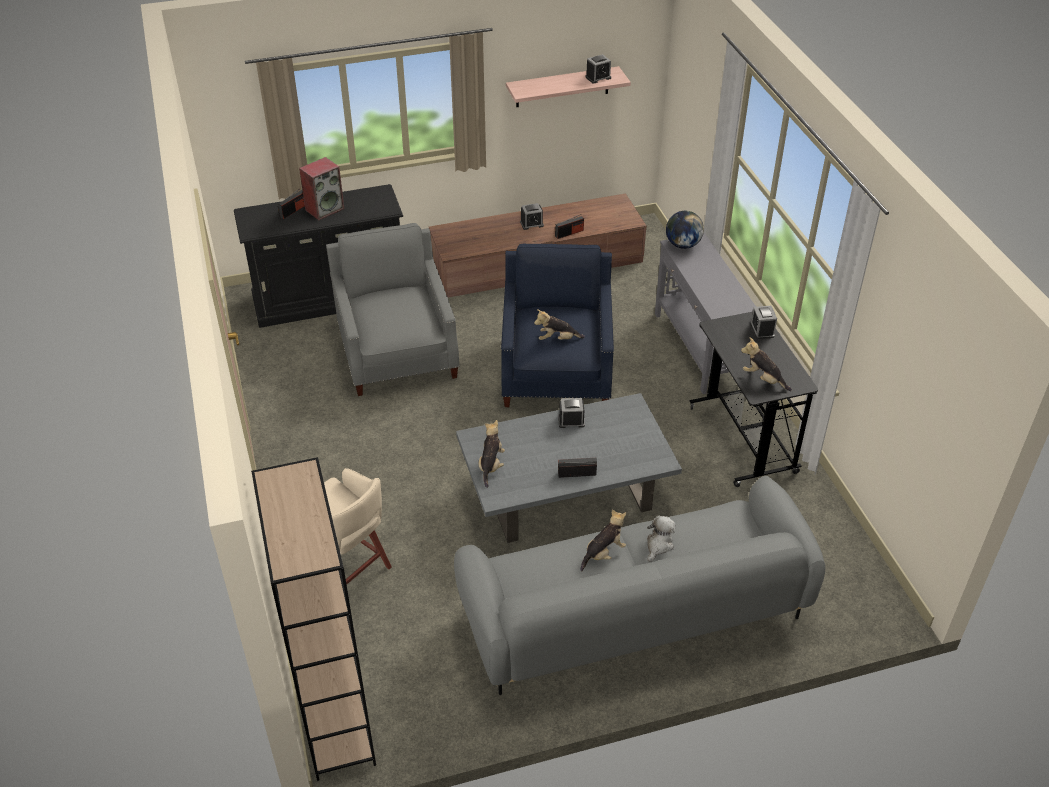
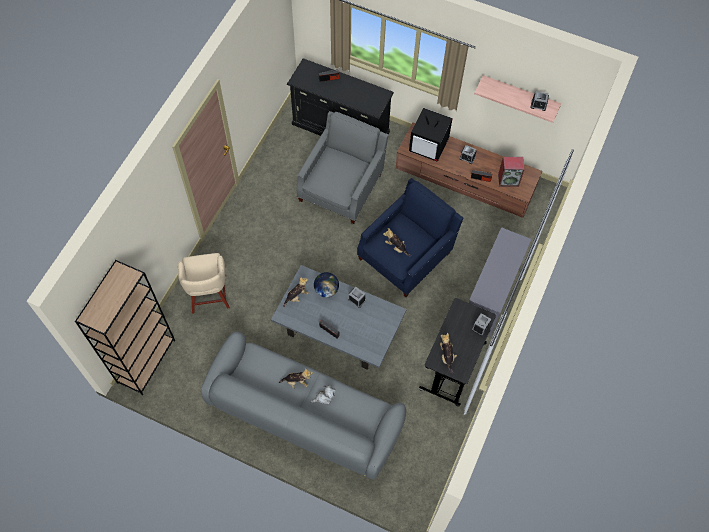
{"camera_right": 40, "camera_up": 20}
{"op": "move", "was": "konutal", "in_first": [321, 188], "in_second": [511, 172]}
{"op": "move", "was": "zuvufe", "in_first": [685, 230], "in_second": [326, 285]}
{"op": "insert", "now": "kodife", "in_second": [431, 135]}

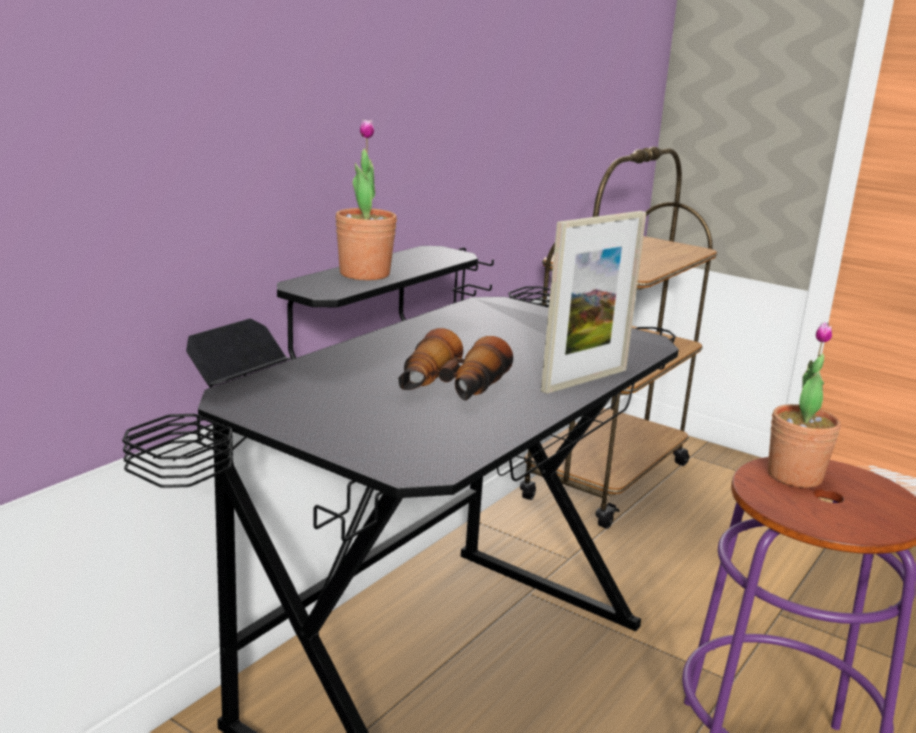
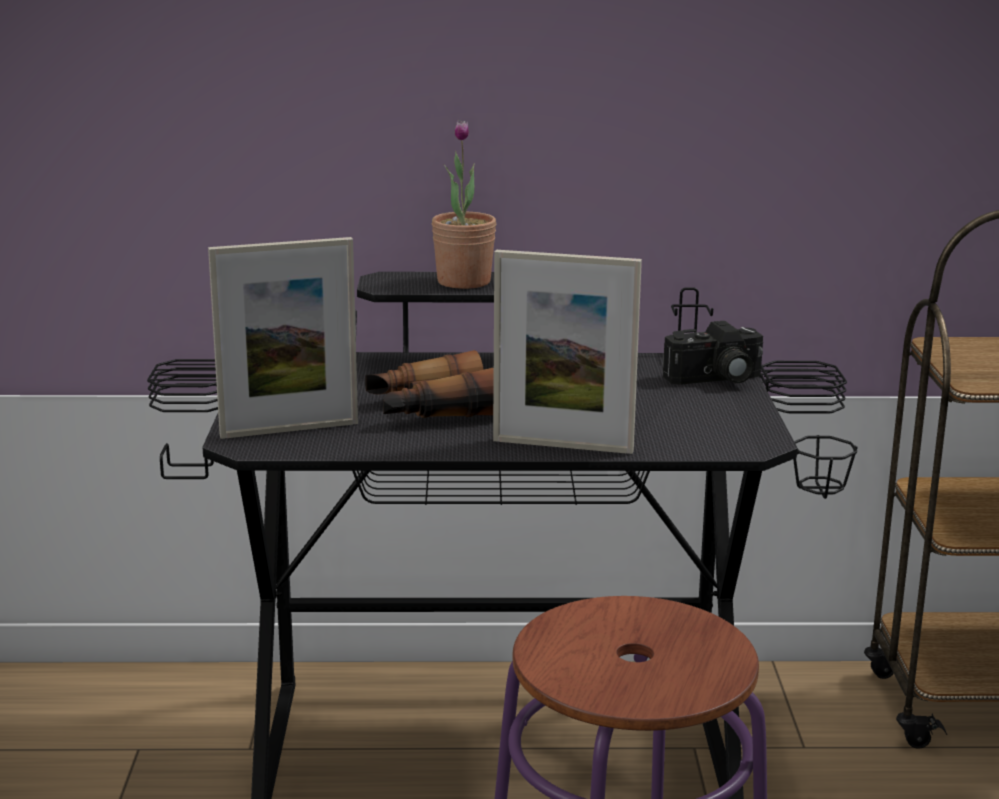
{"camera_right": 55, "camera_up": 0}
{"op": "delete", "was": "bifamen", "in_first": [804, 405]}
{"op": "insert", "now": "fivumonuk", "in_second": [283, 338]}
{"op": "insert", "now": "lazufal", "in_second": [713, 352]}

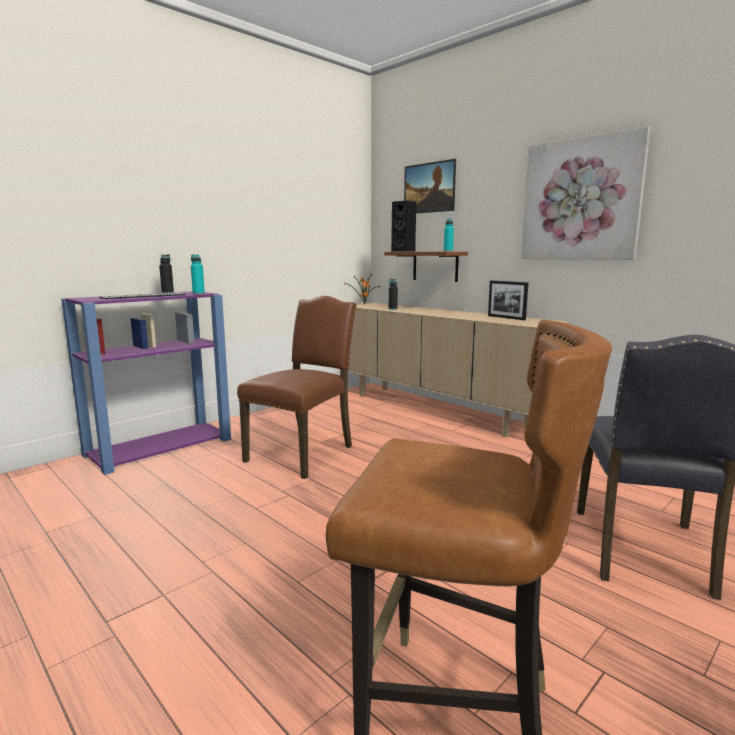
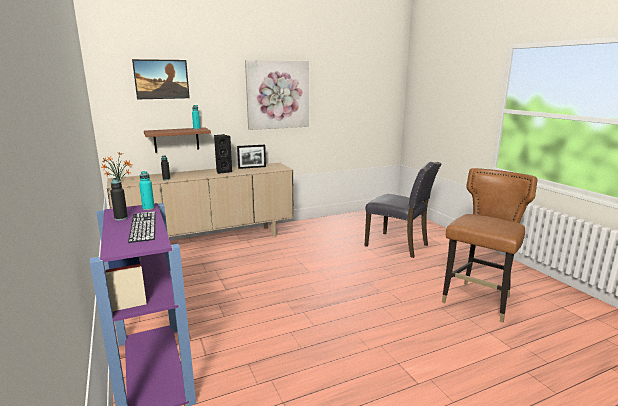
{"camera_right": -70, "camera_up": 5}
{"op": "delete", "was": "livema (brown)", "in_first": [297, 387]}
{"op": "move", "was": "konutal (black)", "in_first": [403, 226], "in_second": [223, 154]}

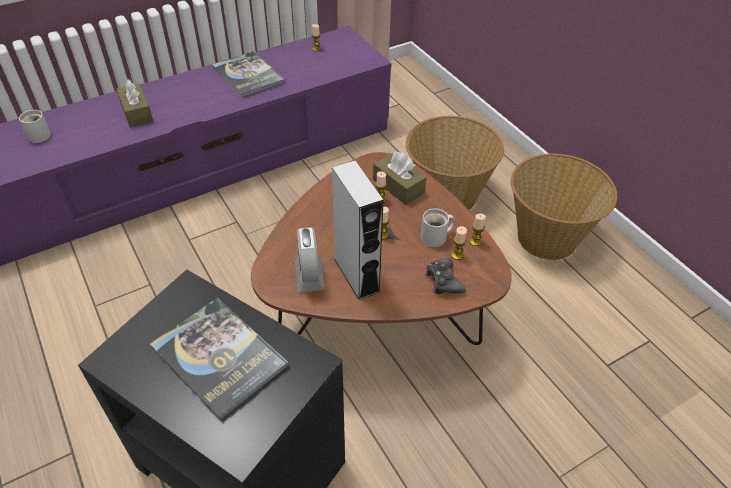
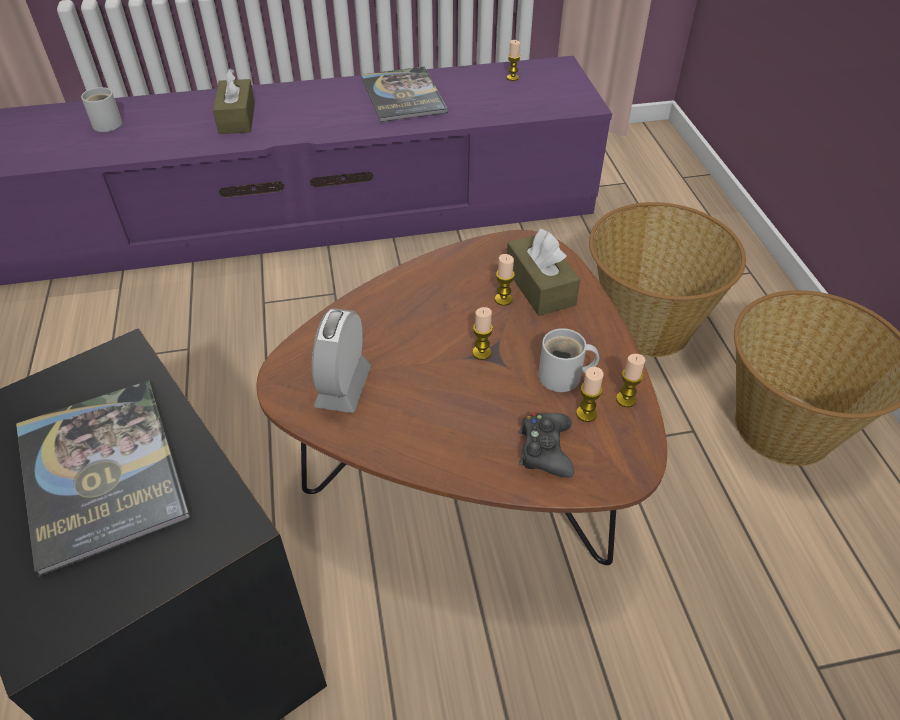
{"camera_right": 20, "camera_up": 0}
{"op": "delete", "was": "konutal (grey)", "in_first": [357, 230]}

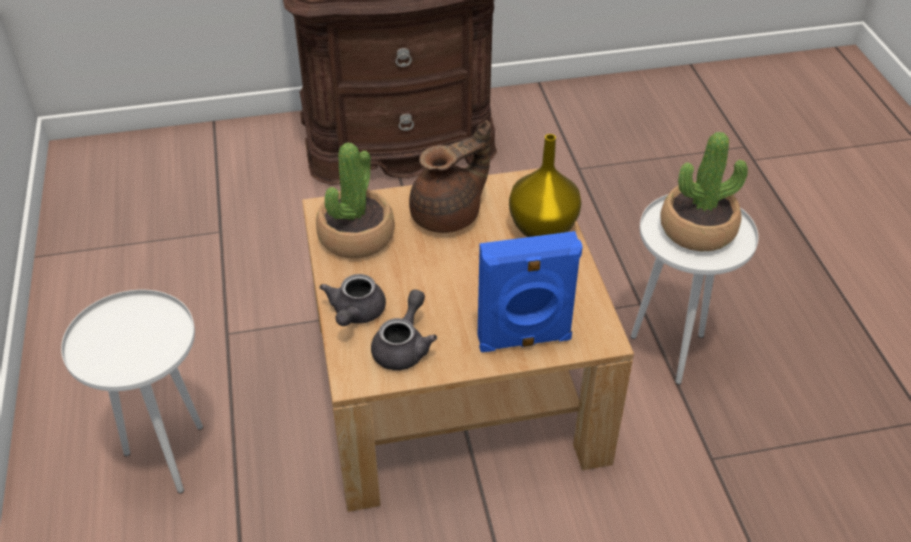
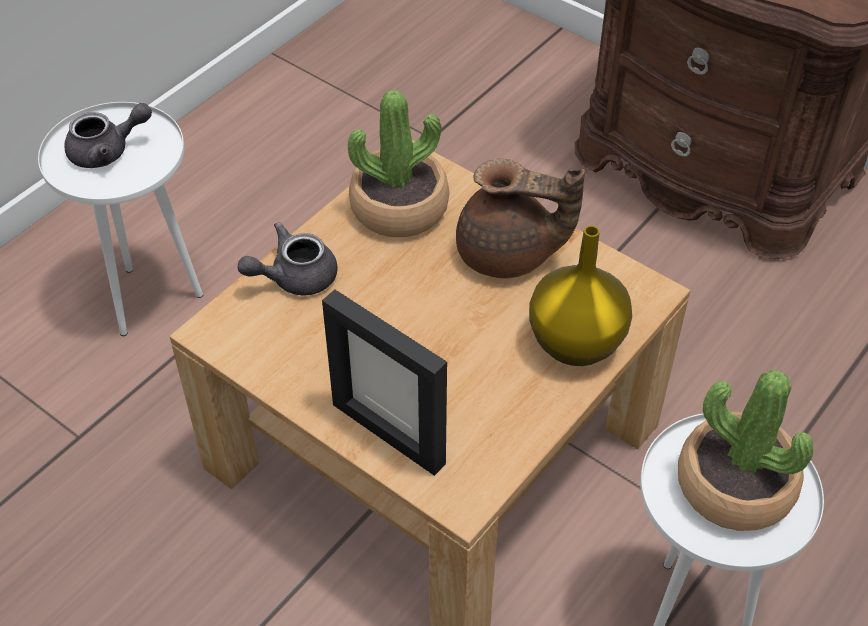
{"camera_right": 50, "camera_up": 5}
{"op": "move", "was": "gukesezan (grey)", "in_first": [404, 329], "in_second": [108, 135]}
{"op": "replace", "was": "konutal (blue)", "now": "fivumonuk", "in_first": [530, 291], "in_second": [384, 382]}

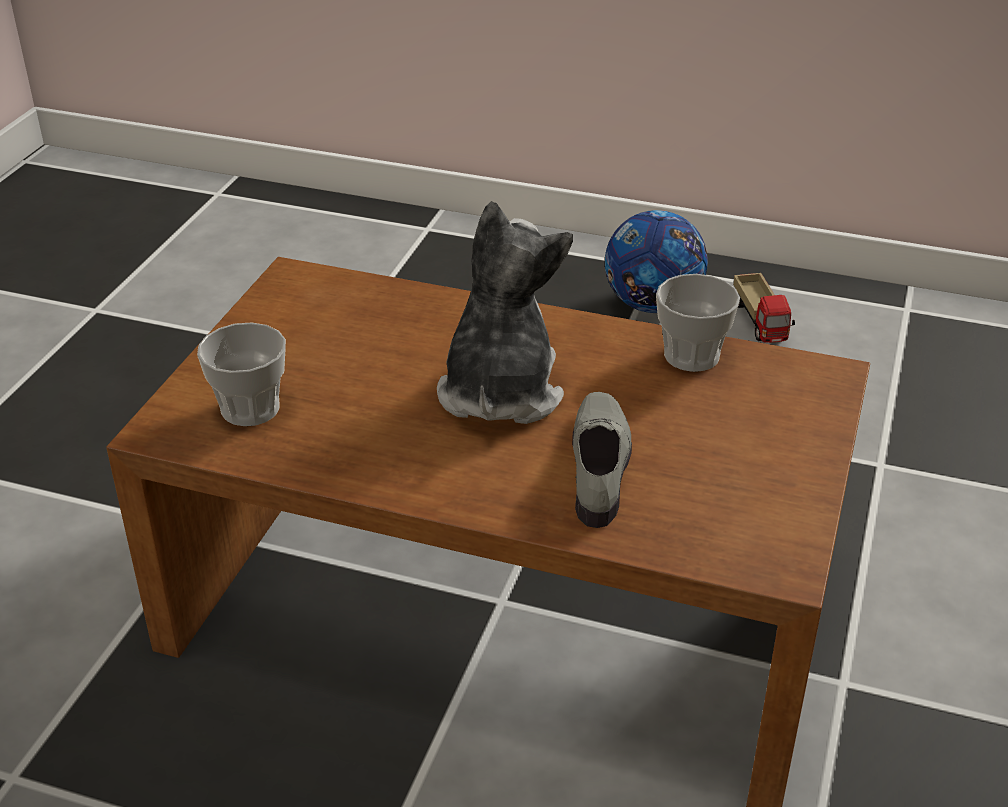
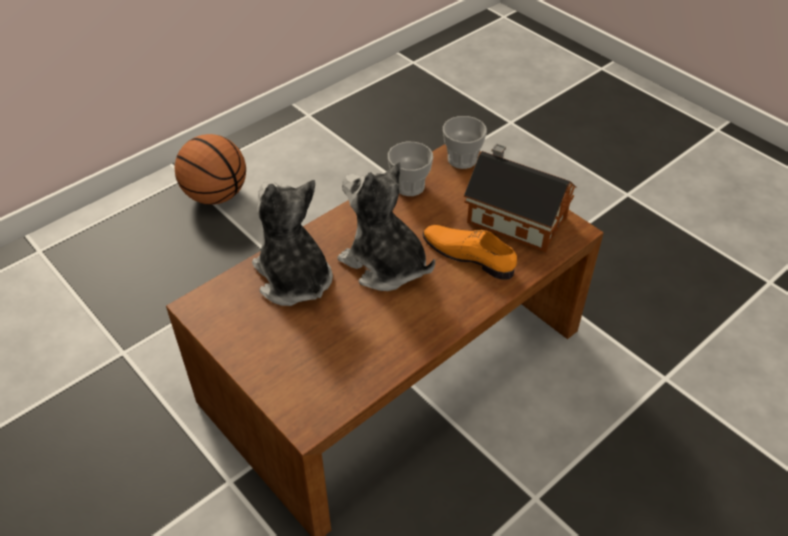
{"camera_right": -60, "camera_up": 10}
{"op": "move", "was": "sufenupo", "in_first": [241, 374], "in_second": [465, 142]}
{"op": "recolor", "was": "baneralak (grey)", "now": "baneralak (orange)", "in_first": [602, 460], "in_second": [470, 252]}
{"op": "replace", "was": "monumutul", "now": "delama", "in_first": [656, 261], "in_second": [210, 169]}
{"op": "delete", "was": "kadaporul", "in_first": [764, 308]}
{"op": "insert", "now": "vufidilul", "in_second": [292, 243]}
{"op": "insert", "now": "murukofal", "in_second": [520, 197]}

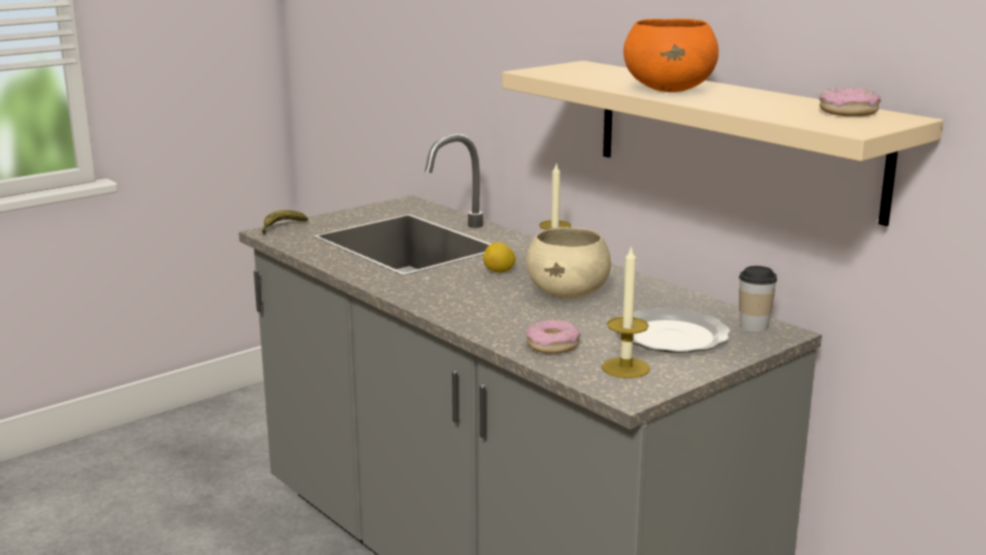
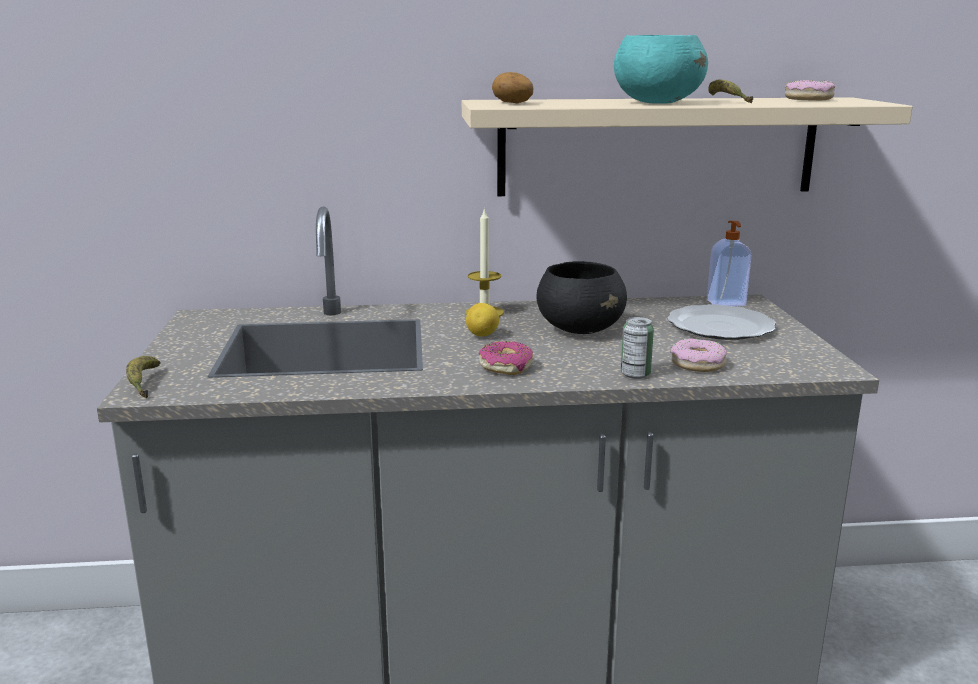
{"camera_right": -55, "camera_up": 0}
{"op": "recolor", "was": "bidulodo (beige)", "now": "bidulodo (black)", "in_first": [568, 263], "in_second": [582, 297]}
{"op": "delete", "was": "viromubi", "in_first": [626, 311]}
{"op": "recolor", "was": "bidulodo (orange)", "now": "bidulodo (turquoise)", "in_first": [671, 55], "in_second": [661, 69]}
{"op": "replace", "was": "sufenupo", "now": "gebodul", "in_first": [758, 299], "in_second": [729, 263]}
{"op": "insert", "now": "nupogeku", "in_second": [506, 358]}
{"op": "insert", "now": "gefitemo", "in_second": [512, 87]}
{"op": "insert", "now": "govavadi", "in_second": [637, 348]}
{"op": "insert", "now": "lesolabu", "in_second": [730, 91]}

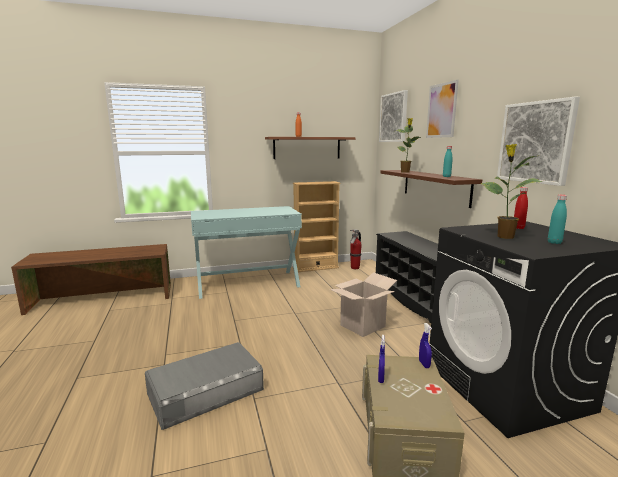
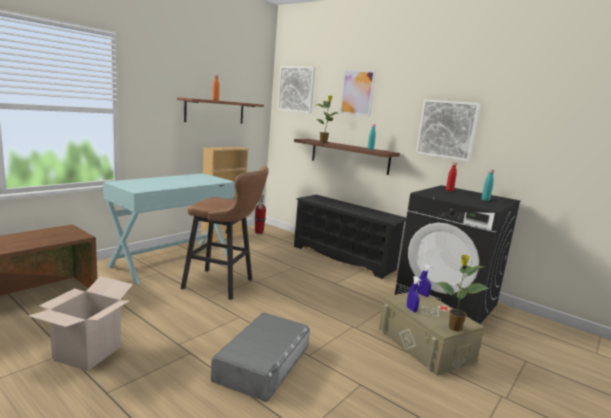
{"camera_right": -35, "camera_up": 0}
{"op": "move", "was": "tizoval", "in_first": [363, 304], "in_second": [80, 323]}
{"op": "move", "was": "bifamen", "in_first": [511, 191], "in_second": [462, 293]}
{"op": "insert", "now": "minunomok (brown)", "in_second": [225, 233]}

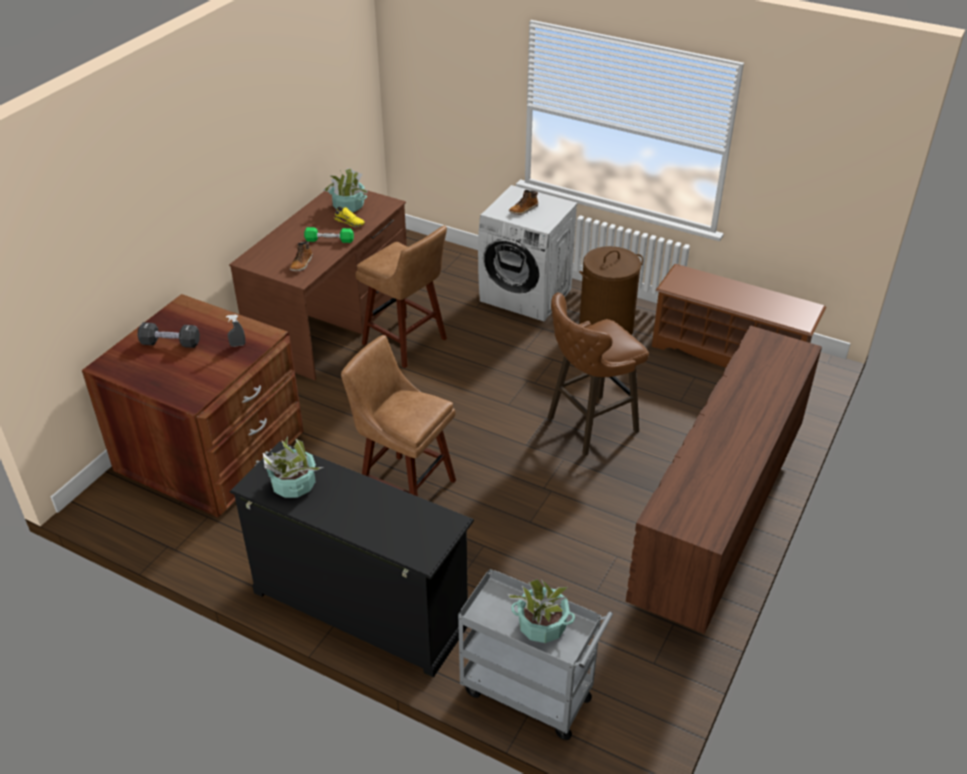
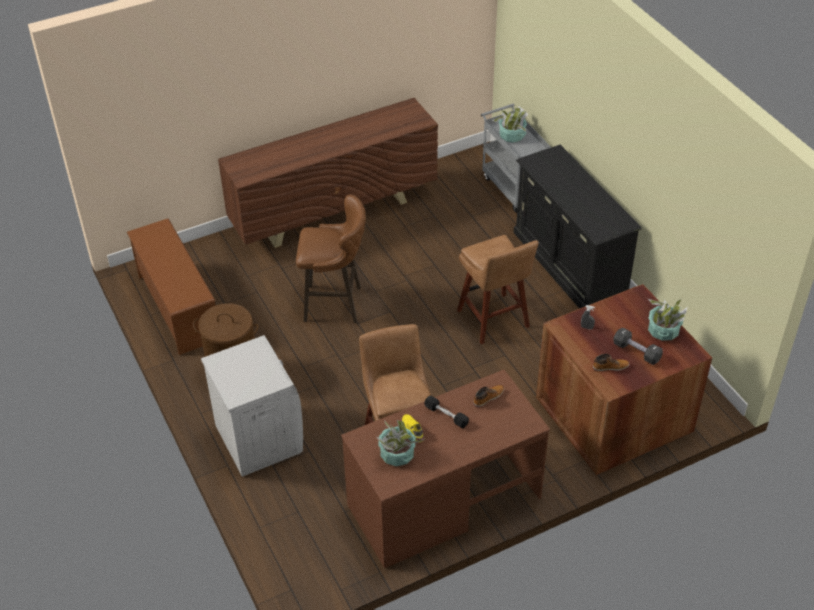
{"camera_right": -145, "camera_up": 5}
{"op": "move", "was": "bifamen", "in_first": [293, 467], "in_second": [668, 320]}
{"op": "recolor", "was": "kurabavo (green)", "now": "kurabavo (black)", "in_first": [329, 235], "in_second": [446, 412]}
{"op": "move", "was": "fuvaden", "in_first": [523, 202], "in_second": [611, 363]}

